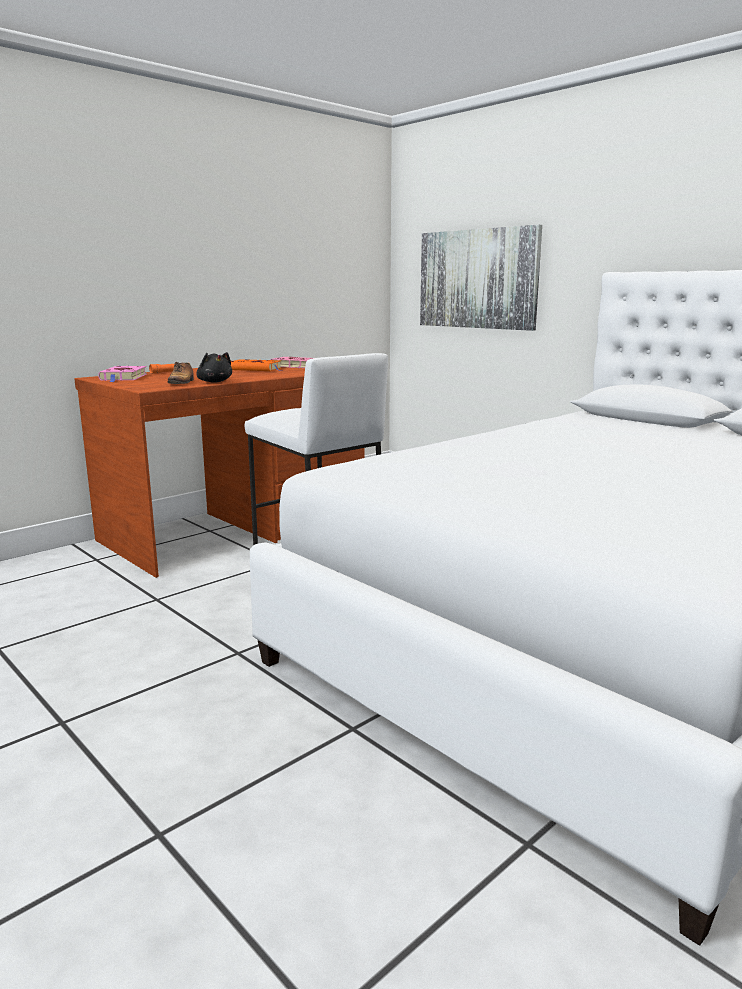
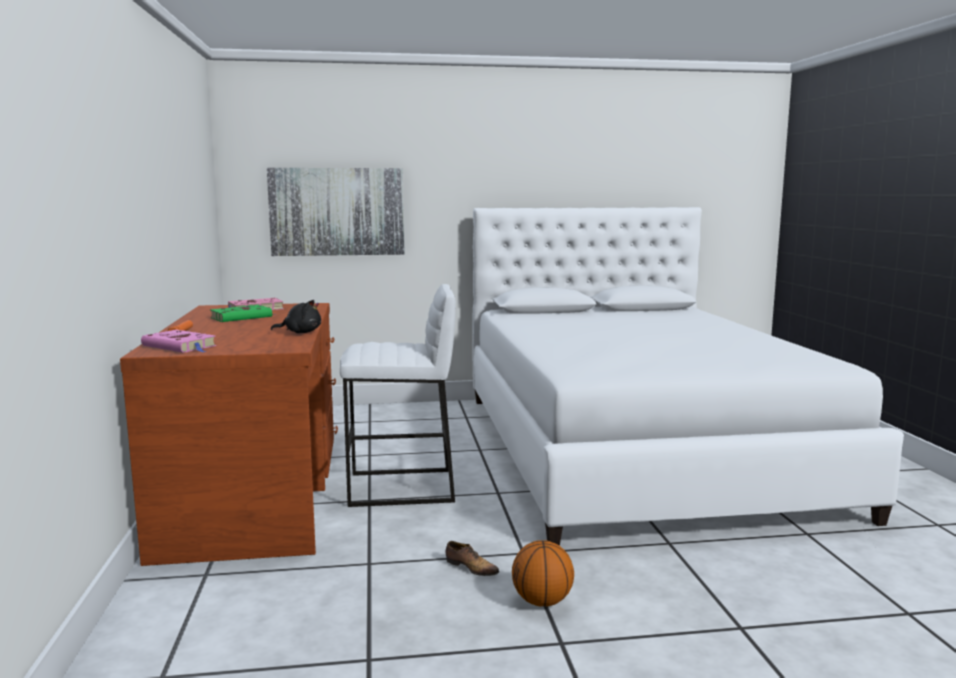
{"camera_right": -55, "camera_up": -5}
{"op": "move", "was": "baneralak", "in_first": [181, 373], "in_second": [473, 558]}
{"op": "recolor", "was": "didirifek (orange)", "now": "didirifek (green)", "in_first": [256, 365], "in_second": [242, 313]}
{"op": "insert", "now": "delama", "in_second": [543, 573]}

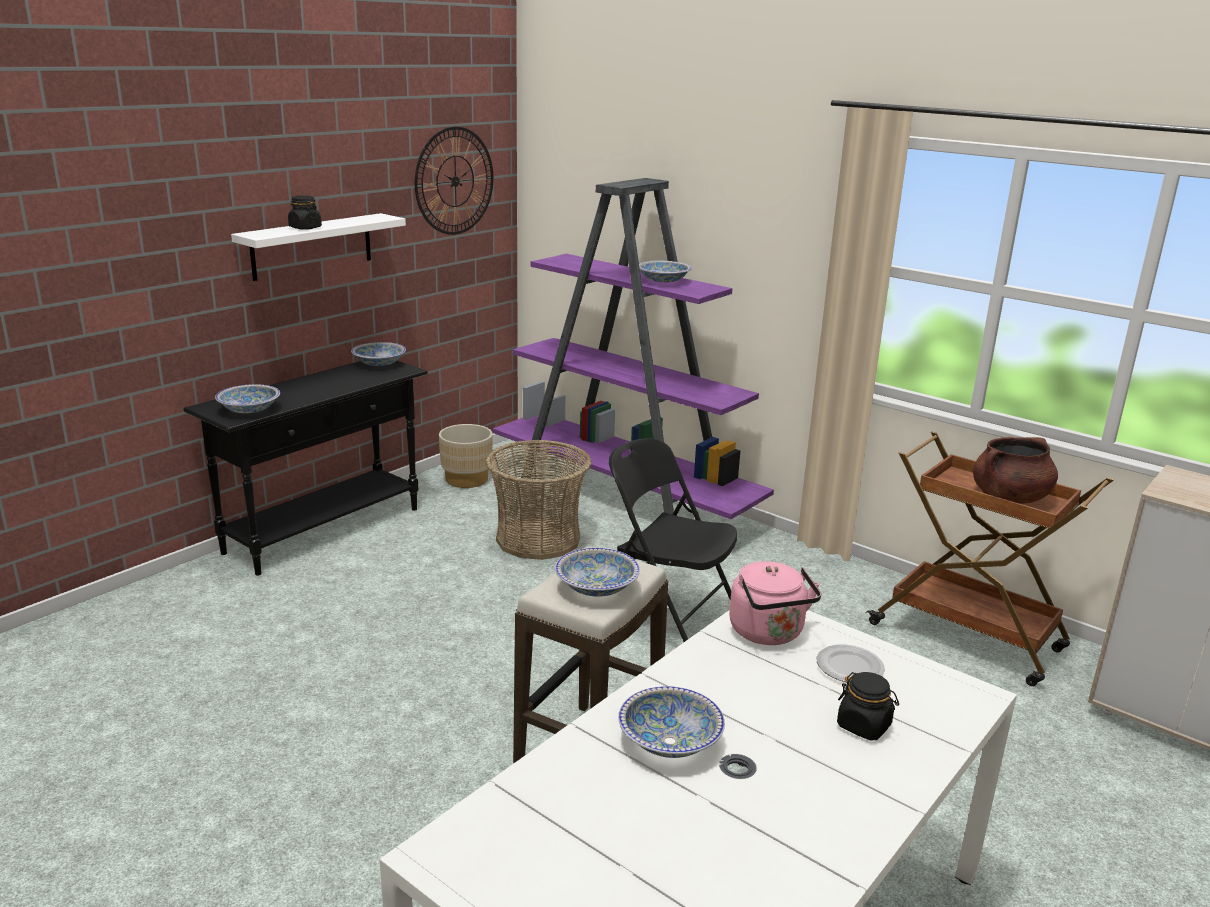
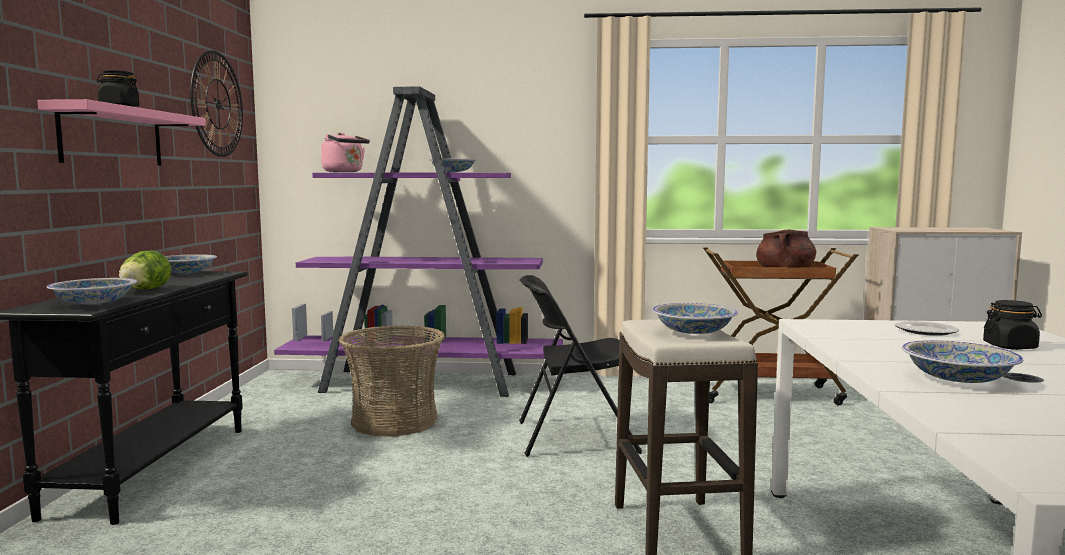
{"camera_right": -35, "camera_up": -15}
{"op": "recolor", "was": "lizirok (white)", "now": "lizirok (pink)", "in_first": [318, 247], "in_second": [121, 132]}
{"op": "delete", "was": "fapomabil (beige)", "in_first": [466, 456]}
{"op": "move", "was": "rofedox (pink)", "in_first": [775, 603], "in_second": [345, 152]}
{"op": "insert", "now": "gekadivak", "in_second": [145, 270]}

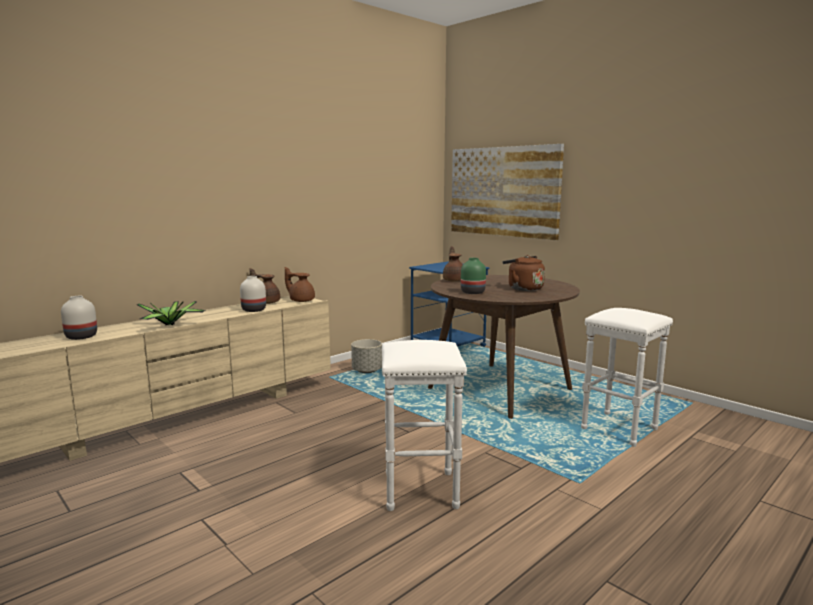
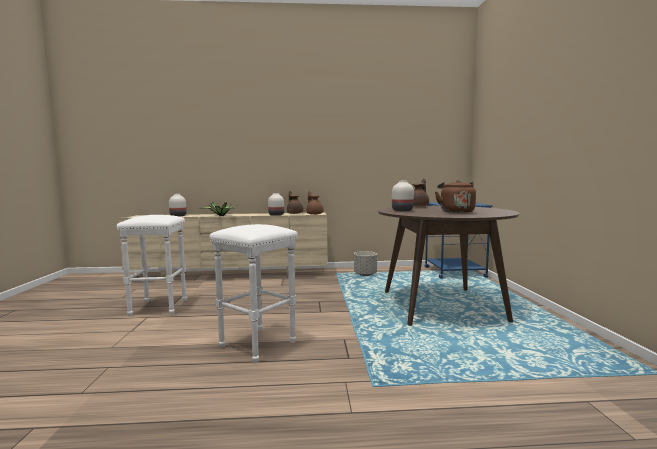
{"camera_right": 40, "camera_up": -5}
{"op": "delete", "was": "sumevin", "in_first": [507, 192]}
{"op": "recolor", "was": "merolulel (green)", "now": "merolulel (white)", "in_first": [473, 276], "in_second": [403, 196]}
{"op": "move", "was": "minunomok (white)", "in_first": [627, 377], "in_second": [152, 265]}

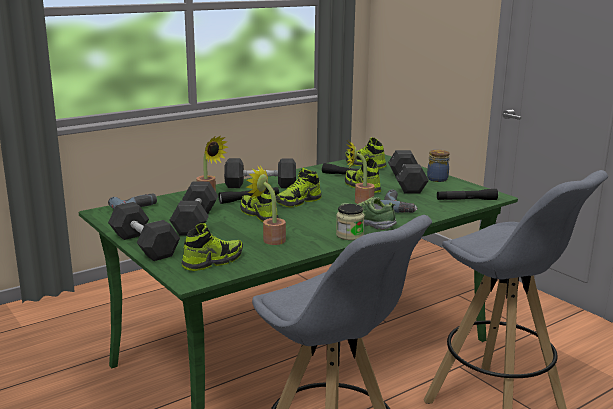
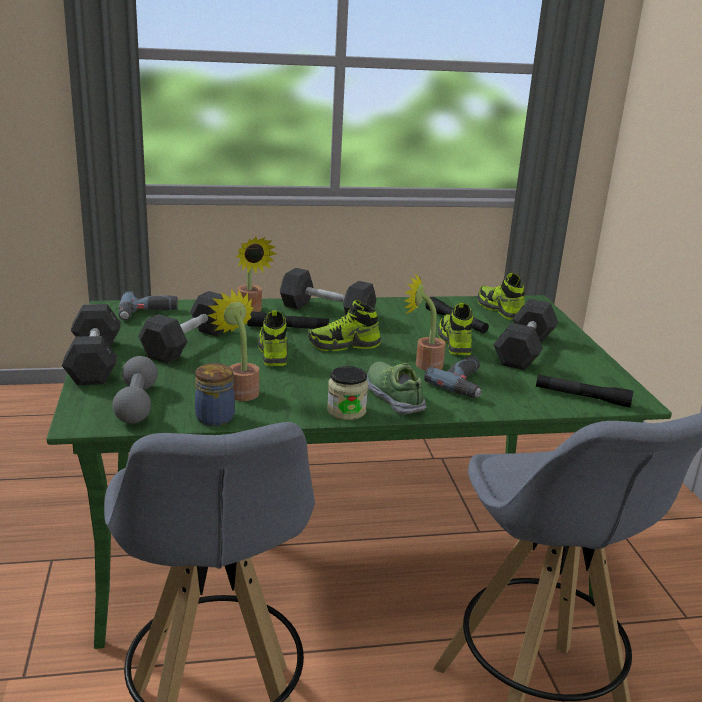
{"camera_right": 25, "camera_up": 5}
{"op": "replace", "was": "baneralak", "now": "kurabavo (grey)", "in_first": [212, 247], "in_second": [135, 390]}
{"op": "move", "was": "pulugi", "in_first": [438, 166], "in_second": [215, 394]}

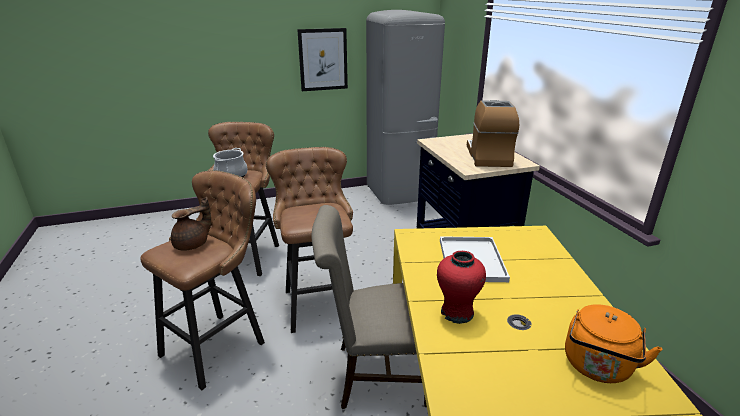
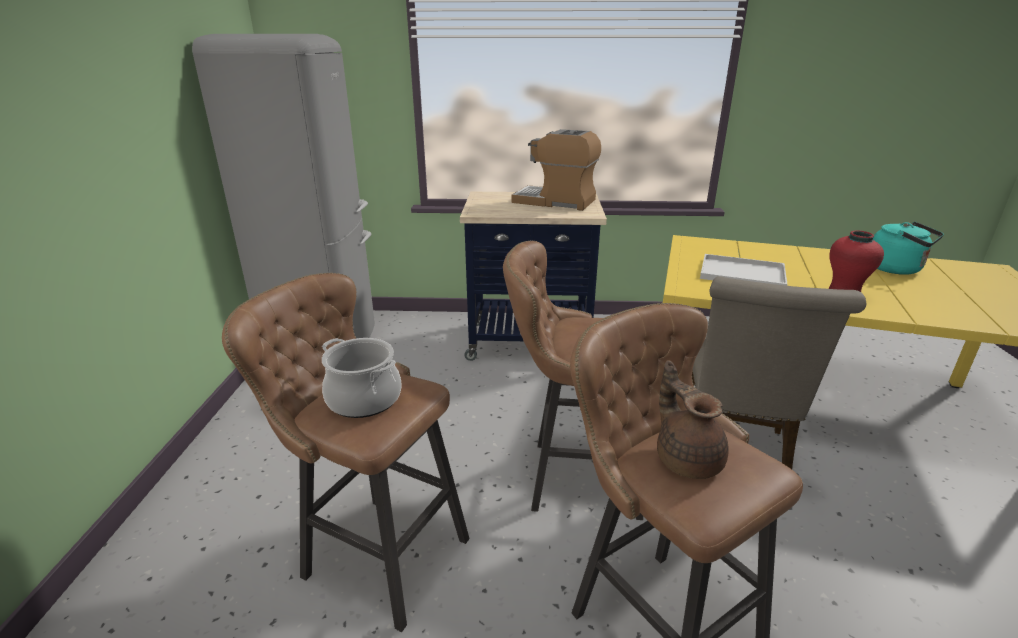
{"camera_right": -70, "camera_up": 0}
{"op": "delete", "was": "sumevin", "in_first": [322, 59]}
{"op": "recolor", "was": "rofedox (orange)", "now": "rofedox (turquoise)", "in_first": [613, 343], "in_second": [908, 248]}

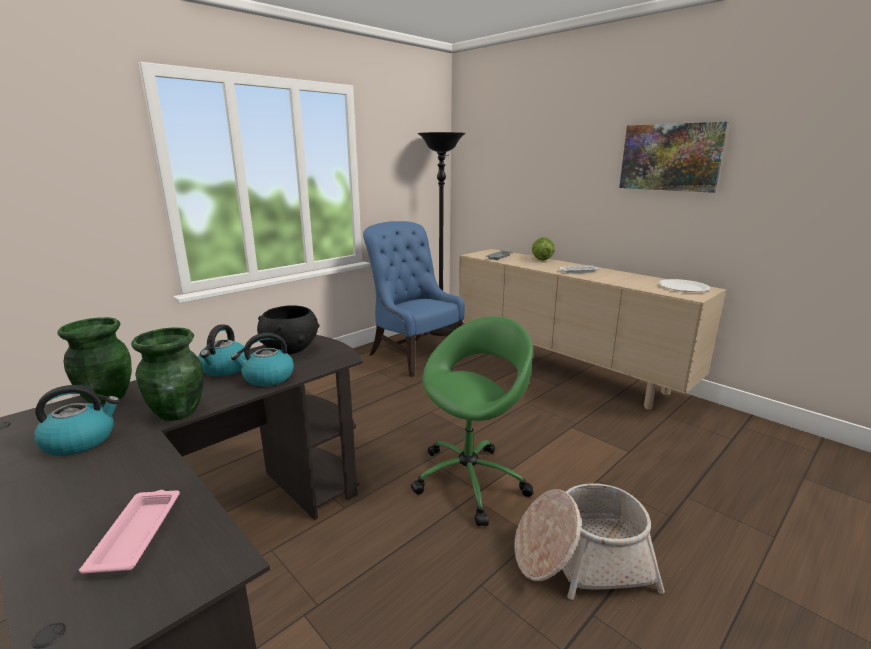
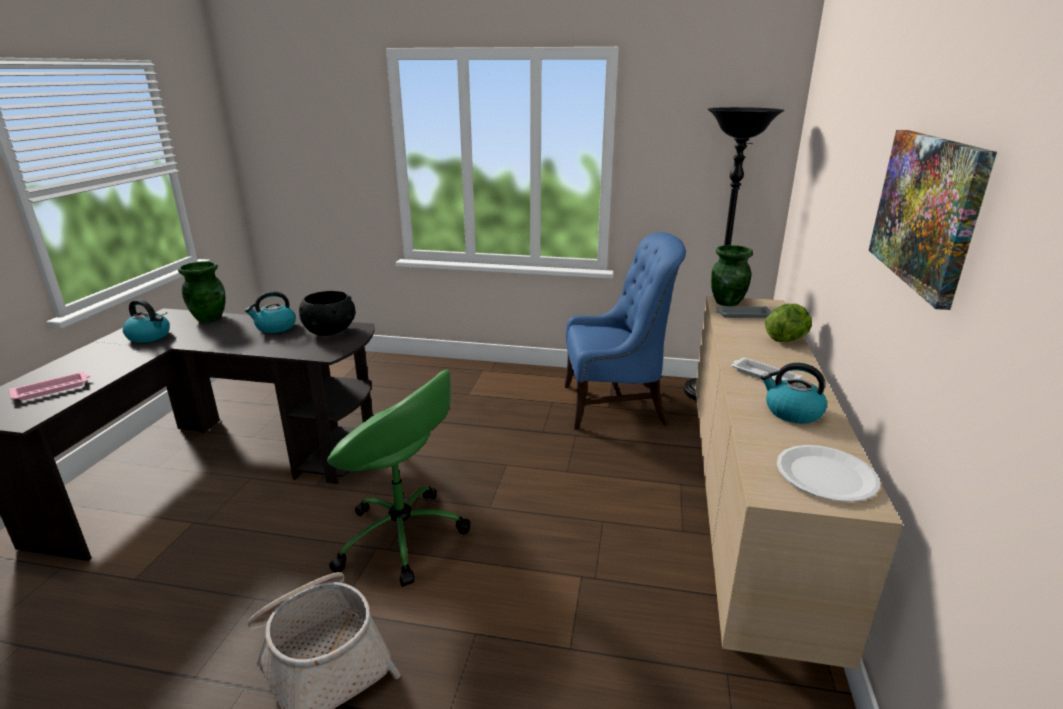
{"camera_right": 55, "camera_up": 5}
{"op": "move", "was": "merolulel (green)", "in_first": [167, 374], "in_second": [732, 275]}
{"op": "move", "was": "rofedox", "in_first": [262, 359], "in_second": [794, 393]}
{"op": "rotate", "was": "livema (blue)", "in_first": [414, 299], "in_second": [625, 331], "clockwise": 75}

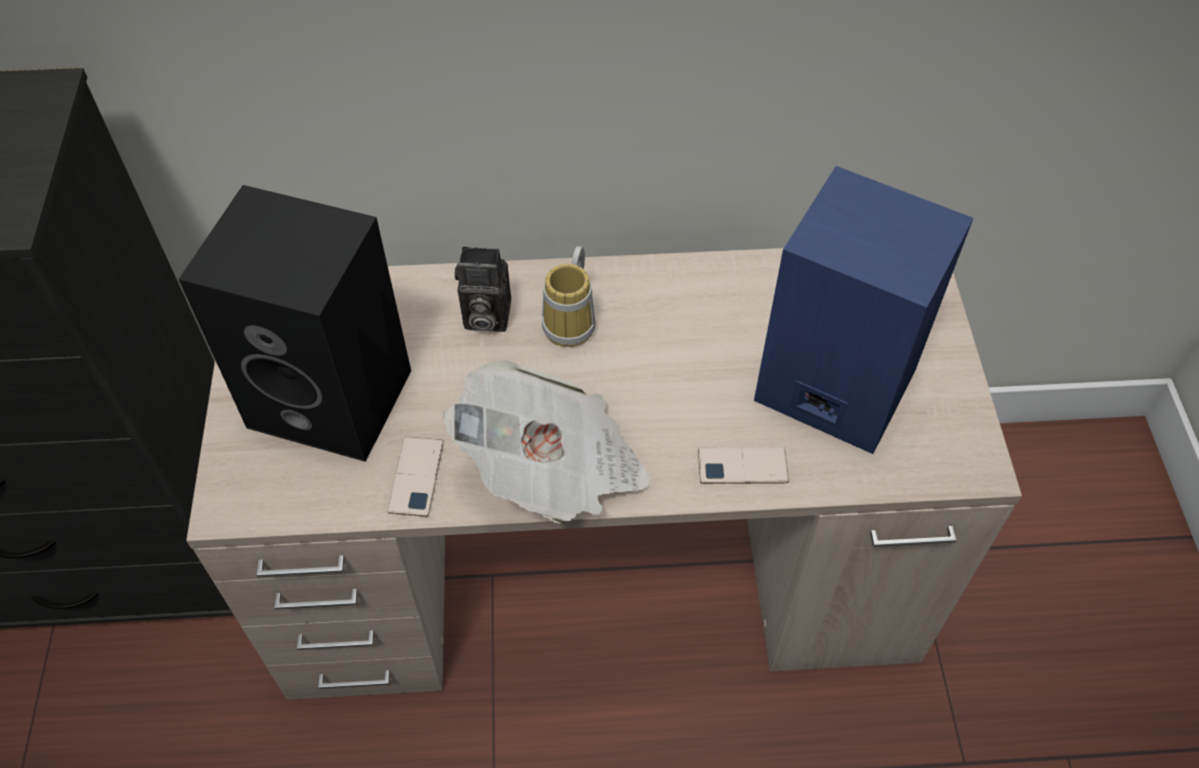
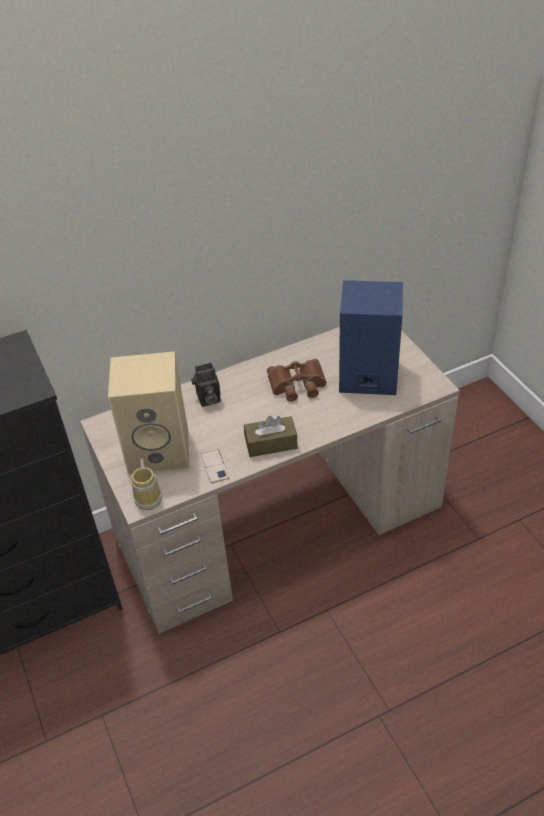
{"camera_right": -20, "camera_up": -10}
{"op": "recolor", "was": "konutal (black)", "now": "konutal (beige)", "in_first": [294, 323], "in_second": [148, 413]}
{"op": "replace", "was": "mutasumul", "now": "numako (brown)", "in_first": [546, 442], "in_second": [271, 436]}
{"op": "move", "was": "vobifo", "in_first": [569, 296], "in_second": [146, 484]}
{"op": "delete", "was": "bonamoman", "in_first": [743, 465]}
{"op": "insert", "now": "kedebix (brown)", "in_second": [297, 380]}

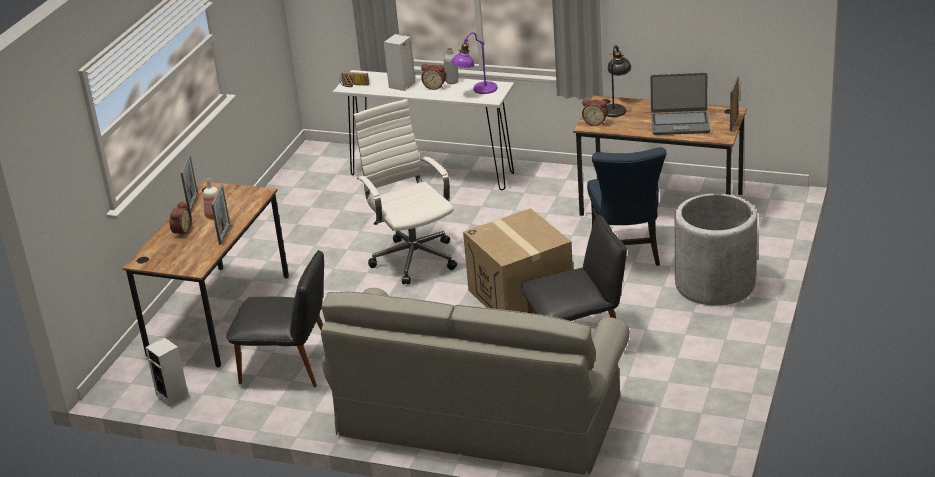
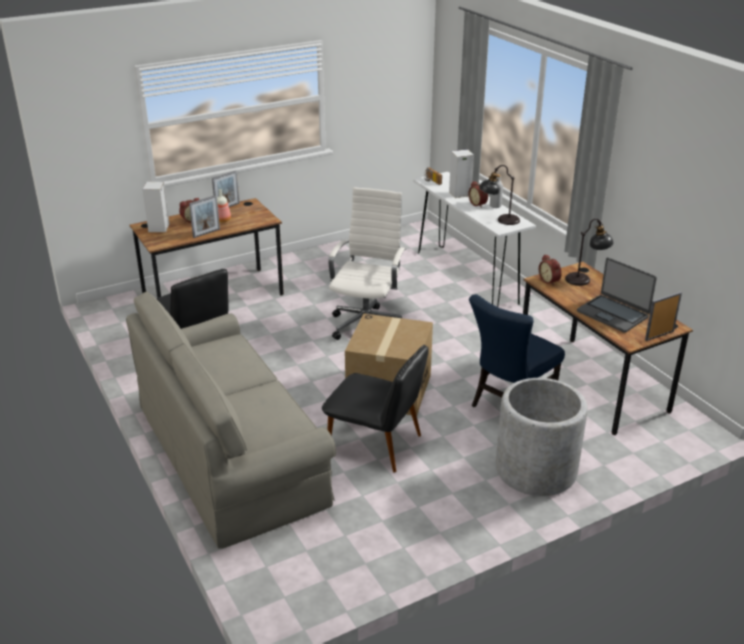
{"camera_right": 40, "camera_up": 0}
{"op": "move", "was": "konutal", "in_first": [166, 371], "in_second": [155, 207]}
{"op": "recolor", "was": "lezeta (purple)", "now": "lezeta (grey)", "in_first": [474, 63], "in_second": [499, 195]}

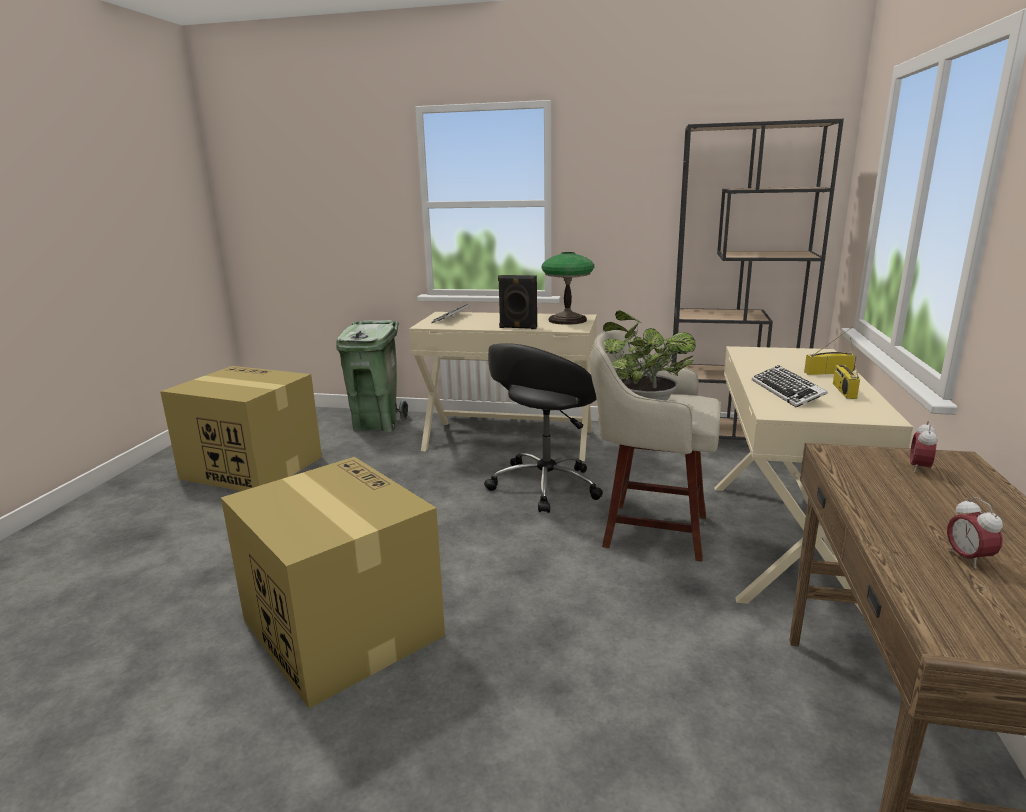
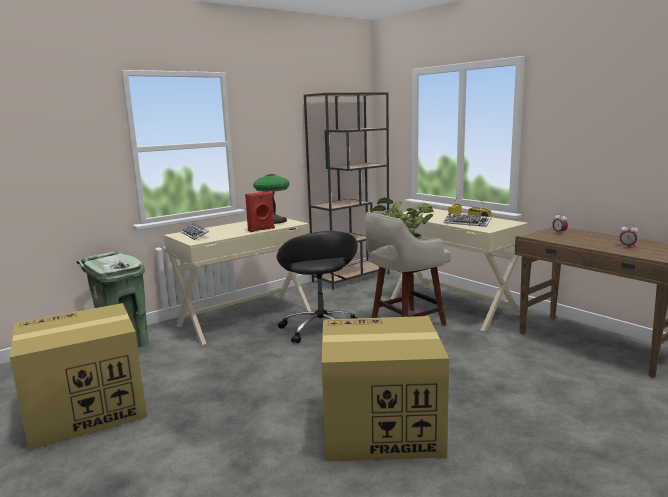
{"camera_right": -50, "camera_up": -5}
{"op": "recolor", "was": "konutal (black)", "now": "konutal (red)", "in_first": [517, 302], "in_second": [260, 211]}

